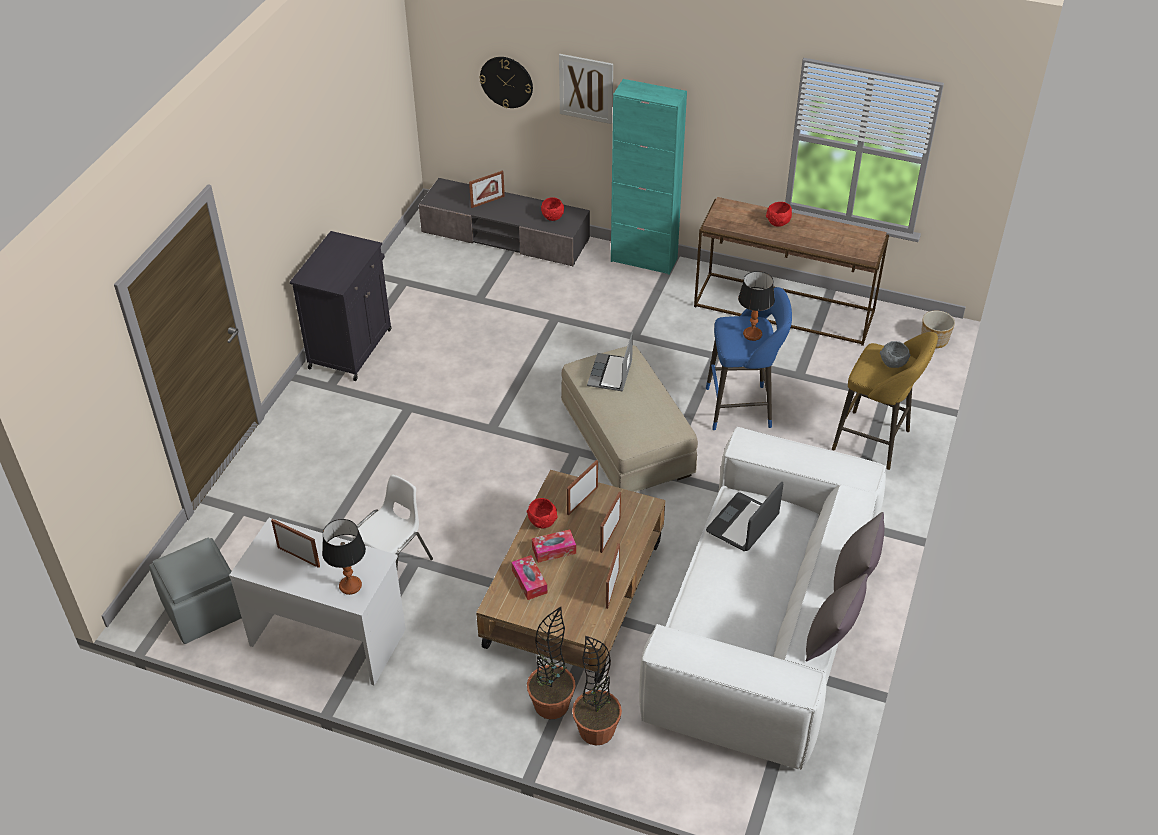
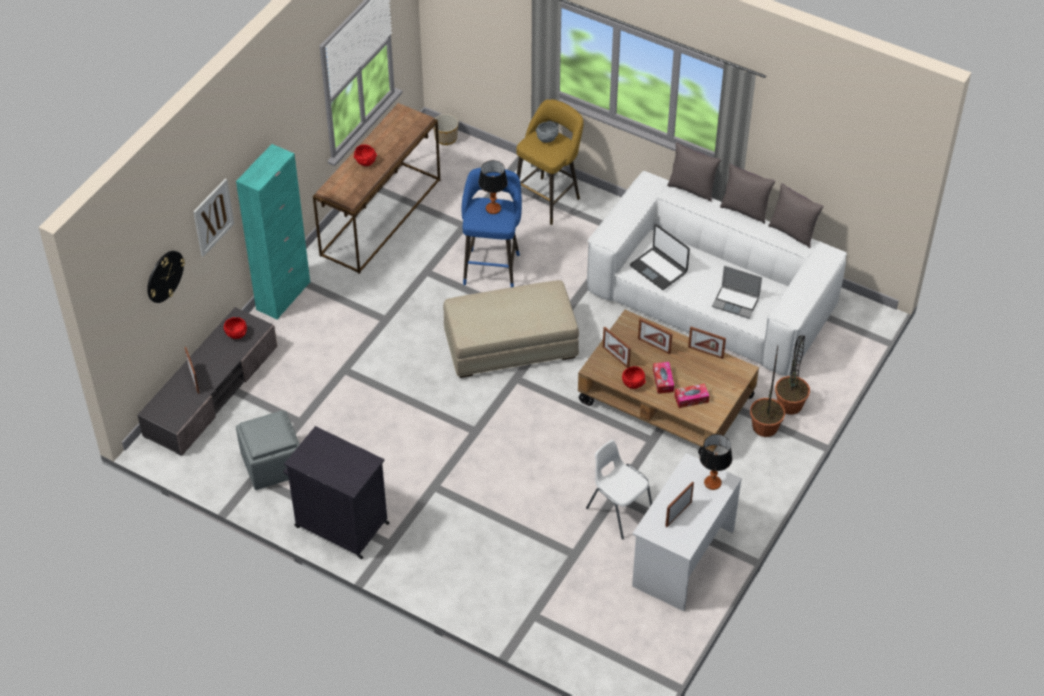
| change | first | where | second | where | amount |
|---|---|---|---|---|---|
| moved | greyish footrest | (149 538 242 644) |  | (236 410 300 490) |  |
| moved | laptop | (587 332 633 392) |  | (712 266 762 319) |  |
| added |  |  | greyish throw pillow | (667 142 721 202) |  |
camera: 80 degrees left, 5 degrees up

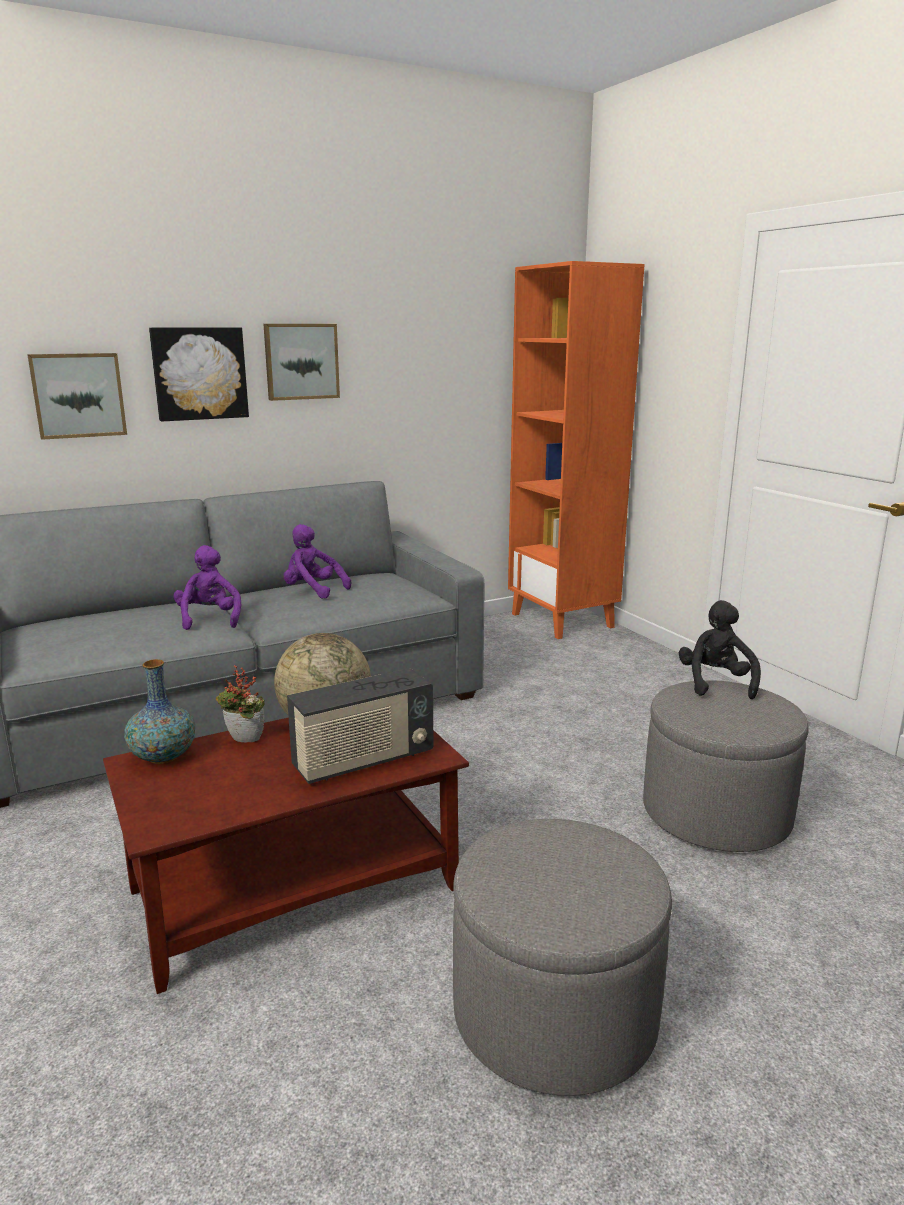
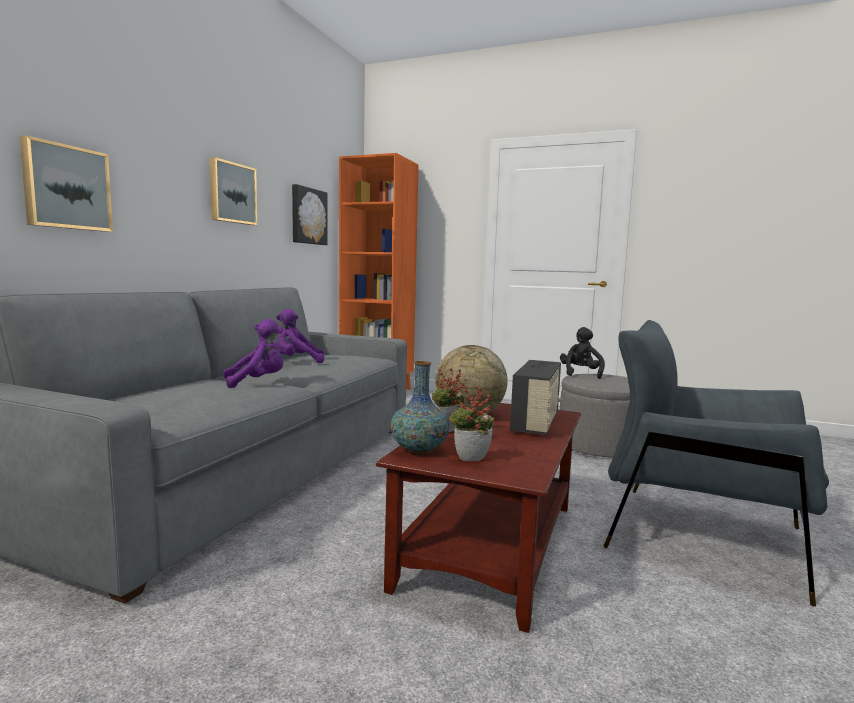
| change | first | where | second | where | amount |
|---|---|---|---|---|---|
| moved | wall art | (149 327 249 421) |  | (292 184 328 245) |  |
| turned | purplish soft toy | (174 545 241 630) |  | (223 319 283 388) | 120 degrees clockwise |
| replaced | greyish footrest | (453 819 672 1096) | greyish armchair | (604 320 829 606) |  |
| turned | black-coloured soft toy | (679 600 761 699) |  | (560 327 605 379) | 45 degrees clockwise |
| added |  |  | houseplant | (449 386 494 461) |  |
camera: 40 degrees left, 10 degrees down

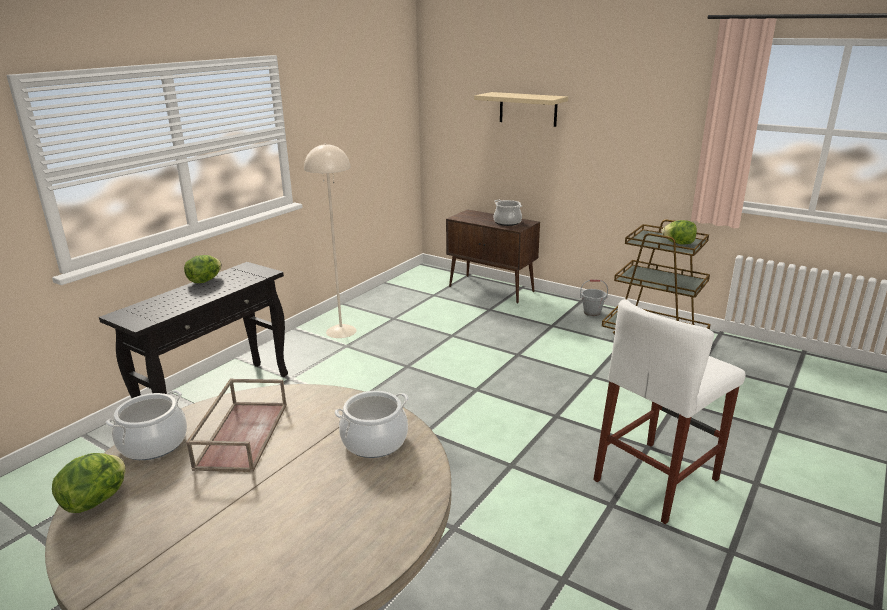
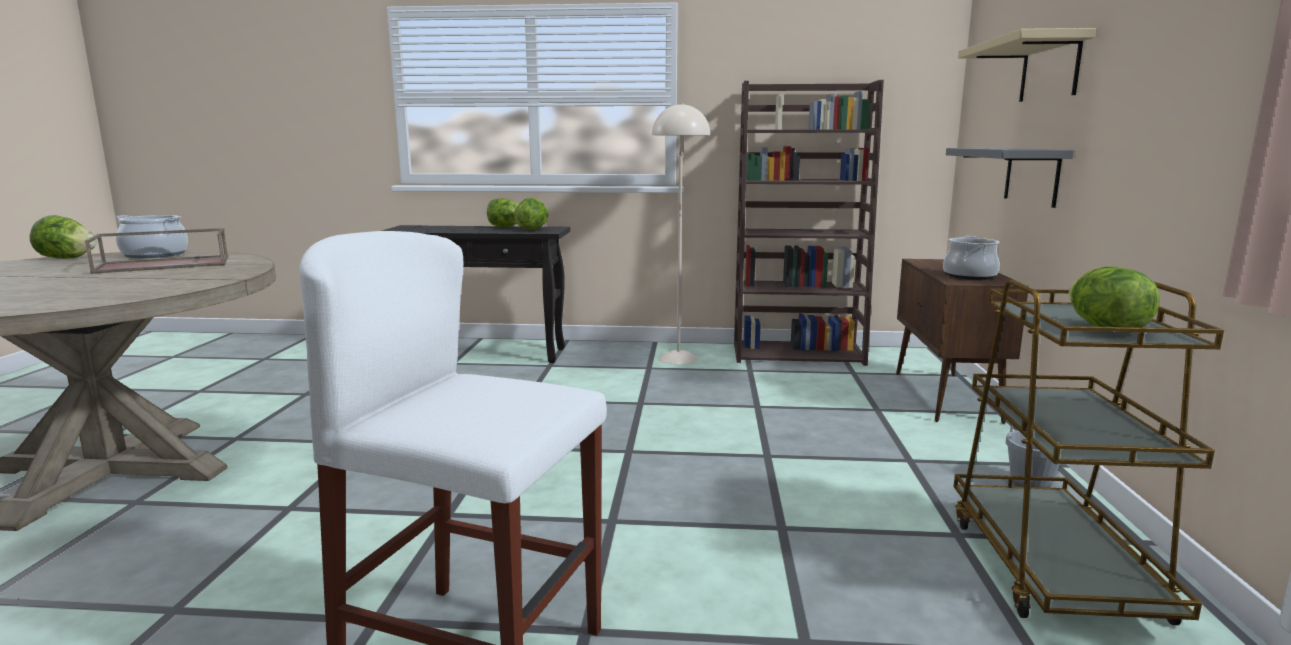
| change | first | where | second | where | amount |
|---|---|---|---|---|---|
| removed | stockpot | (335 391 409 458) |  |  |  |
| added |  |  | lettuce | (514 198 549 230) |  |
| added |  |  | brown-coloured bookshelf | (734 80 884 366) |  |
| added |  |  | greyish wall shelf | (946 148 1074 208) |  |
camera: 60 degrees right, 10 degrees down

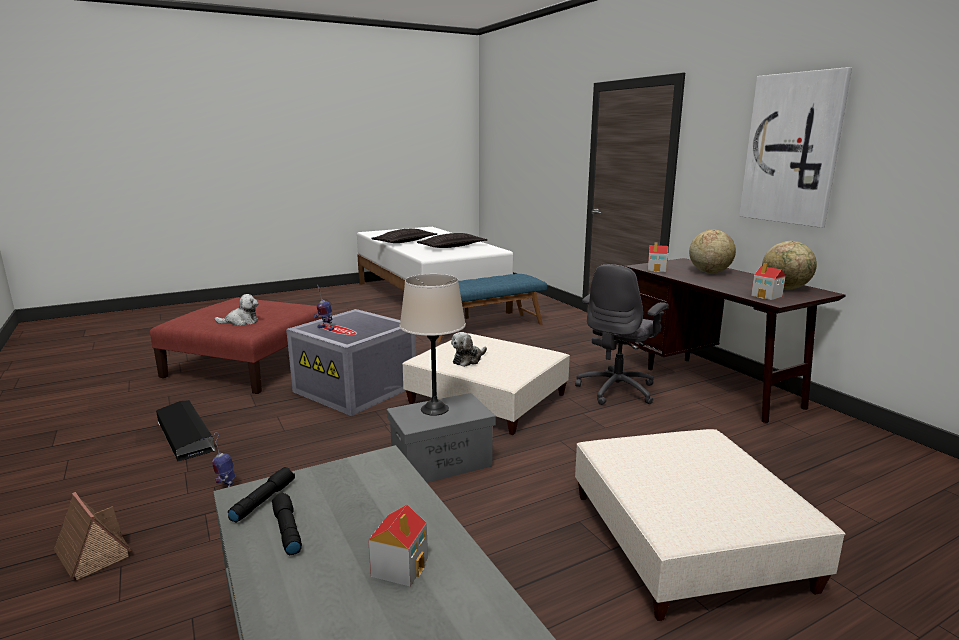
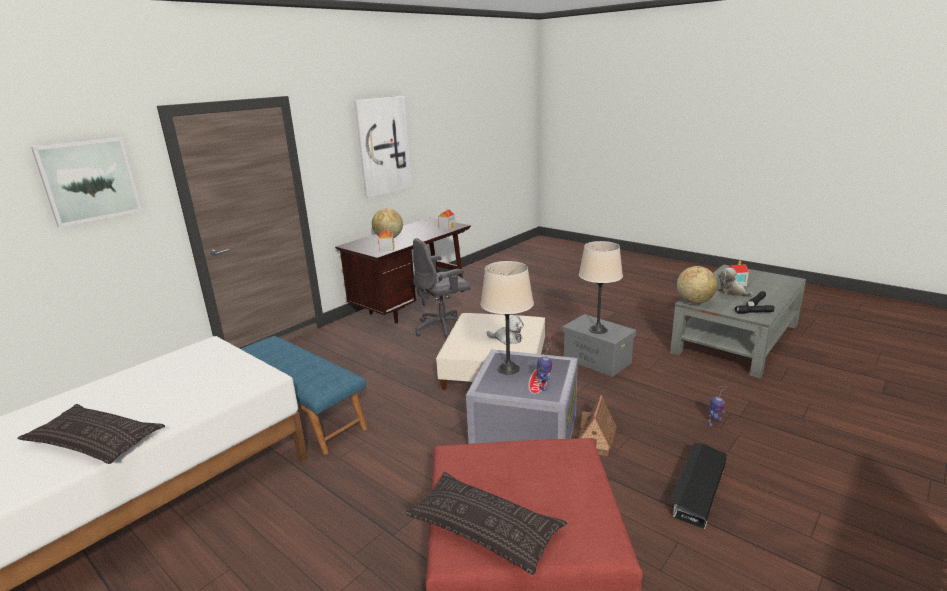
| change | first | where | second | where | amount |
|---|---|---|---|---|---|
| moved | miniature house | (54 492 132 580) |  | (578 395 617 456) |  |
| moved | soft toy | (214 294 259 326) |  | (717 267 753 297) |  |
| moved | throw pillow | (417 233 487 248) |  | (405 472 567 575) |  |
| turned | greyish desk chair | (575 264 669 405) |  | (413 238 470 339) | 135 degrees clockwise |
| removed | beige footrest | (575 429 845 621) |  |  |  |
| moved | world globe | (762 241 817 290) |  | (677 266 717 304) |  |
| added |  |  | wall art | (31 137 142 227) |  |
| added |  |  | beige tabletop lamp | (480 261 534 375) |  |
camera: 110 degrees left, 5 degrees up

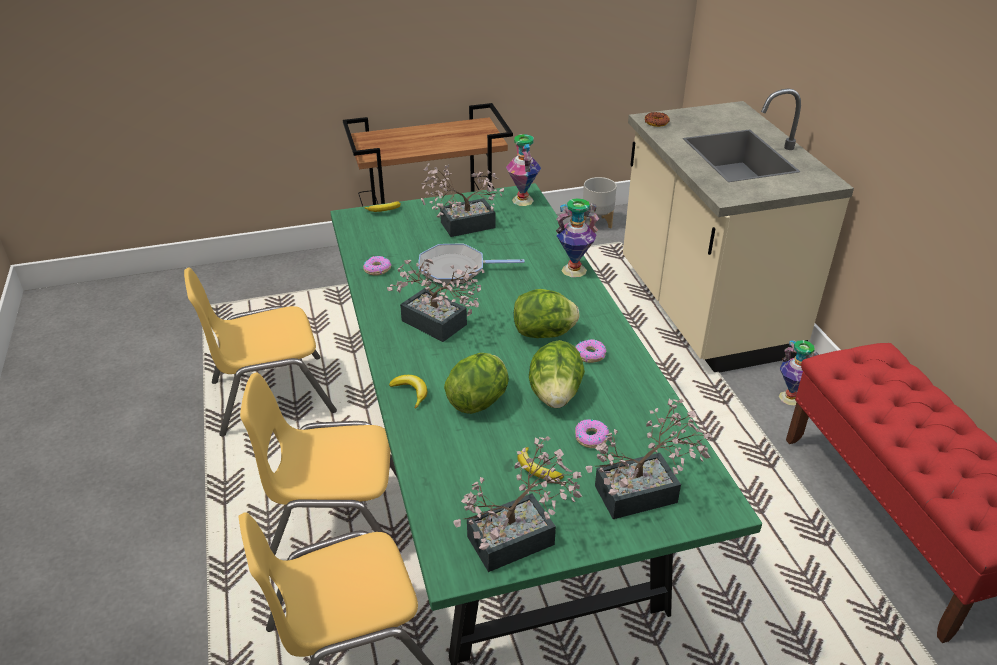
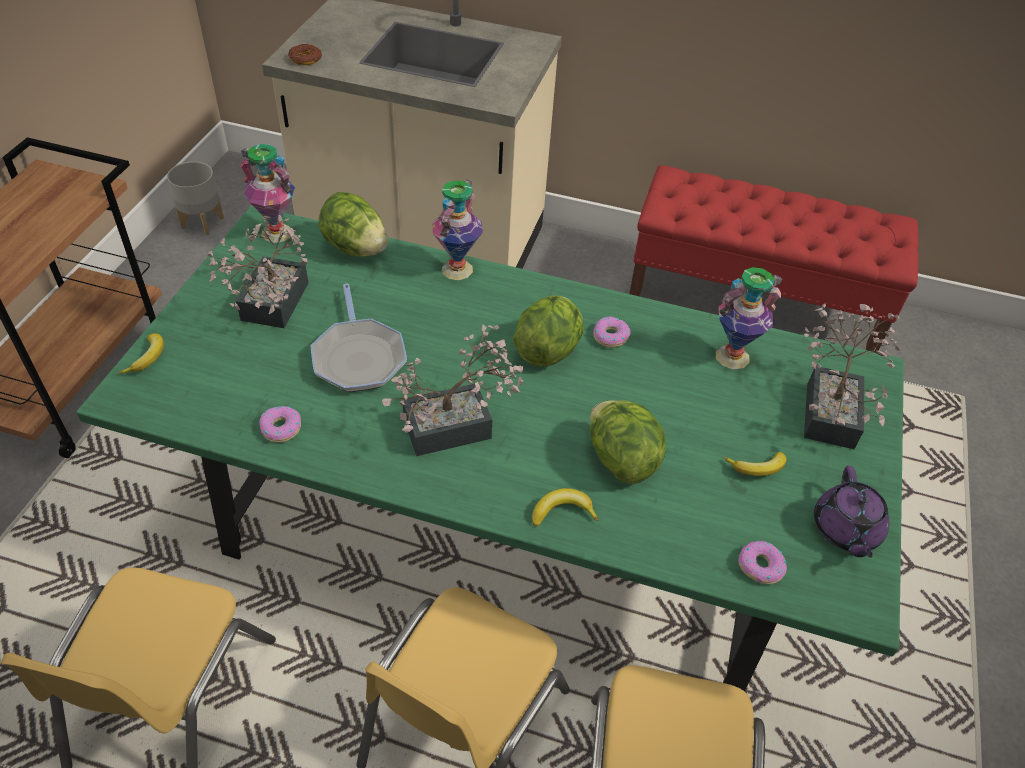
| change | first | where | second | where | amount |
|---|---|---|---|---|---|
| turned | pan | (418 244 524 284) |  | (310 284 407 392) | 45 degrees counterclockwise |
| replaced | houseplant | (453 436 582 572) | purplish teapot | (814 466 889 558) |  |
| moved | lettuce | (529 340 585 408) |  | (318 192 388 257) |  |
| moved | ring doughnut | (575 419 609 448) |  | (738 541 787 584) |  |
| moved | flower vase | (779 340 819 406) |  | (716 267 782 369) |  |
camera: 60 degrees left, 10 degrees up

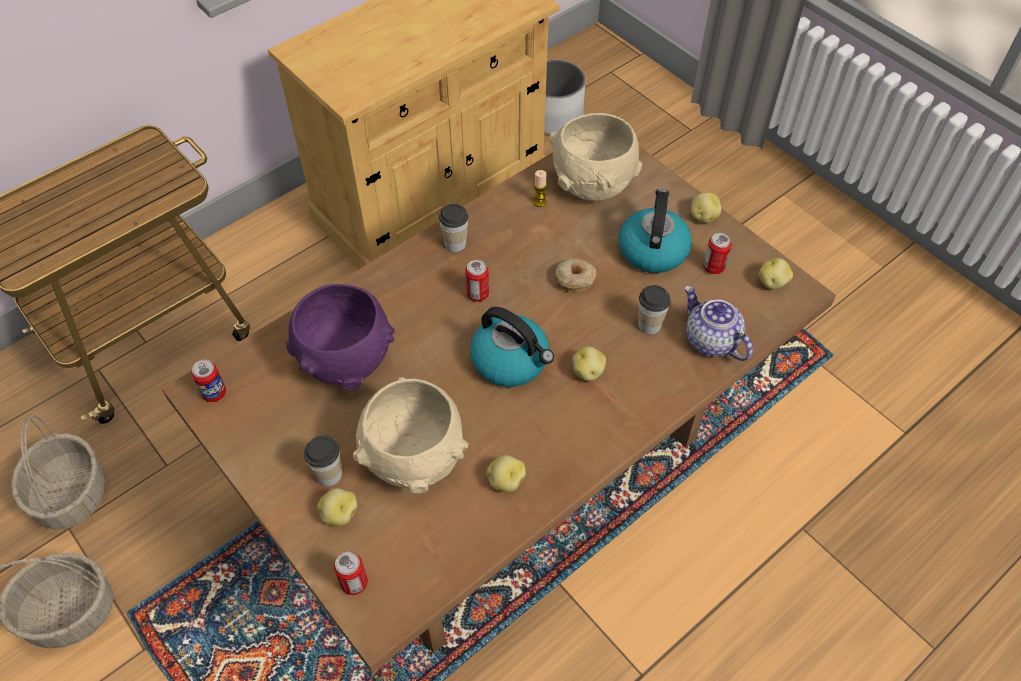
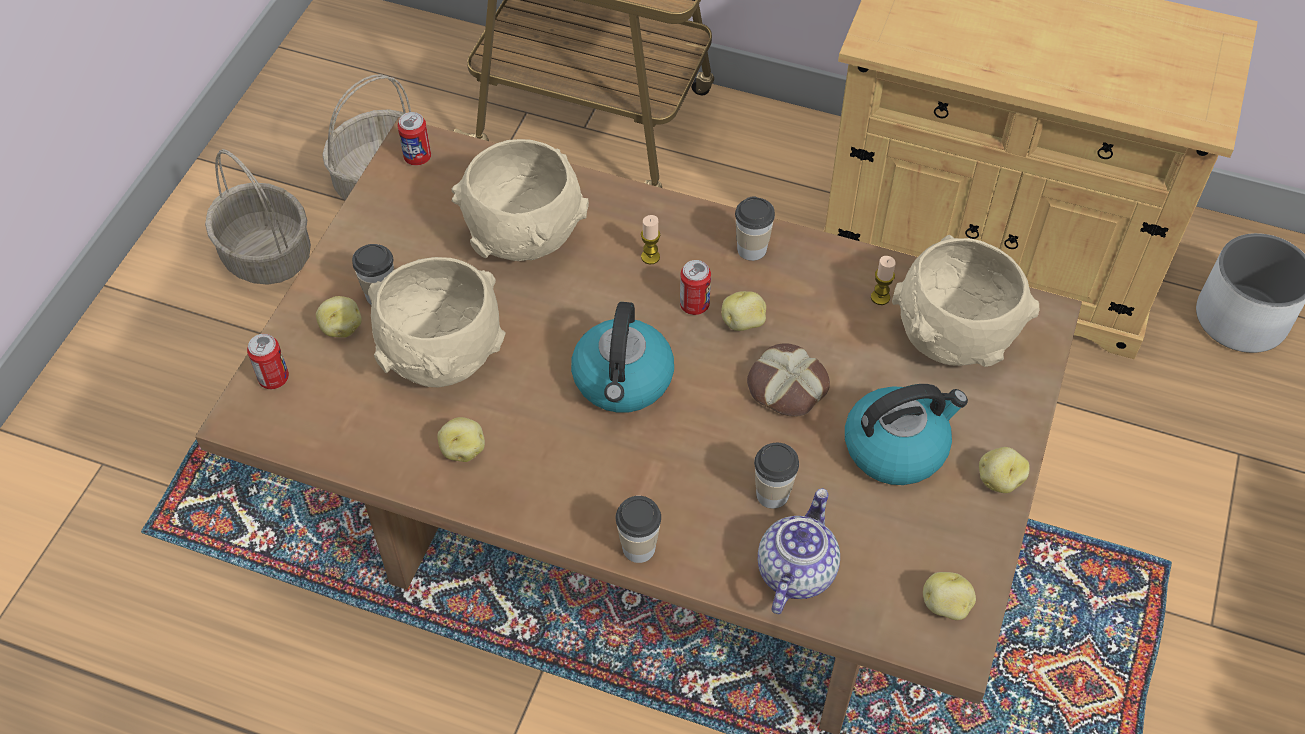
| change | first | where | second | where | amount |
|---|---|---|---|---|---|
| recoloured | purplish serving bowl | (286 284 395 390) | beige serving bowl | (452 139 589 261) |  |
| replaced | ring doughnut | (554 258 596 293) | bakery bread | (747 343 830 417) |  |
| moved | whole potato | (572 346 606 381) |  | (721 291 766 331) |  |
| removed | sealed can | (703 233 732 274) |  |  |  |
| added |  |  | small cup | (616 496 661 563) |  |
| added |  |  | candle | (641 215 660 264) |  |
camera: 60 degrees right, 0 degrees up

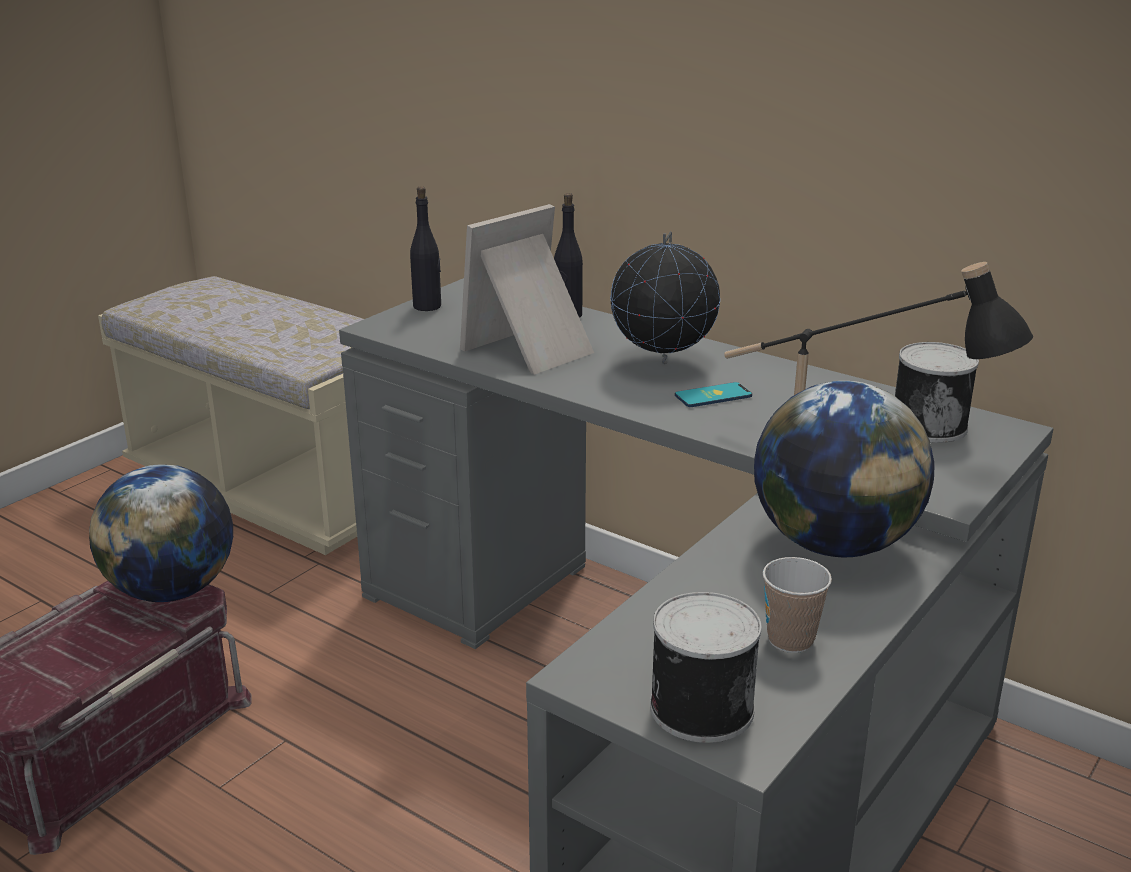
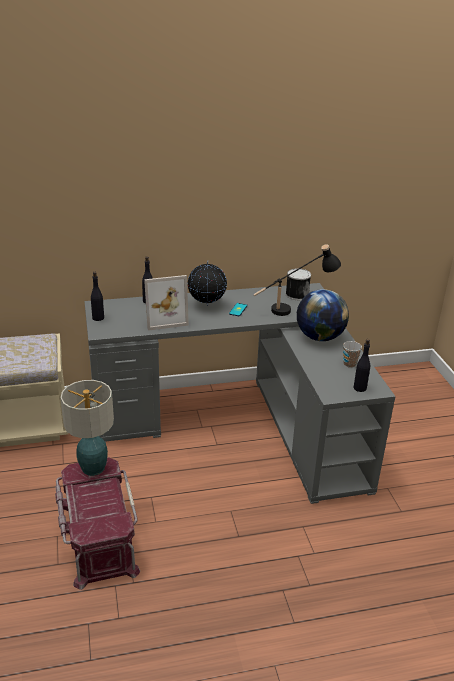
| change | first | where | second | where | amount |
|---|---|---|---|---|---|
| replaced | world globe | (89 464 233 602) | tabletop lamp | (60 380 114 476) |  |
| turned | photo frame | (460 204 594 375) |  | (144 275 189 331) | 105 degrees counterclockwise |
| replaced | sealed can | (650 592 762 743) | black-coloured beverage bottle | (353 339 370 392) |  |
camera: 50 degrees left, 5 degrees up

